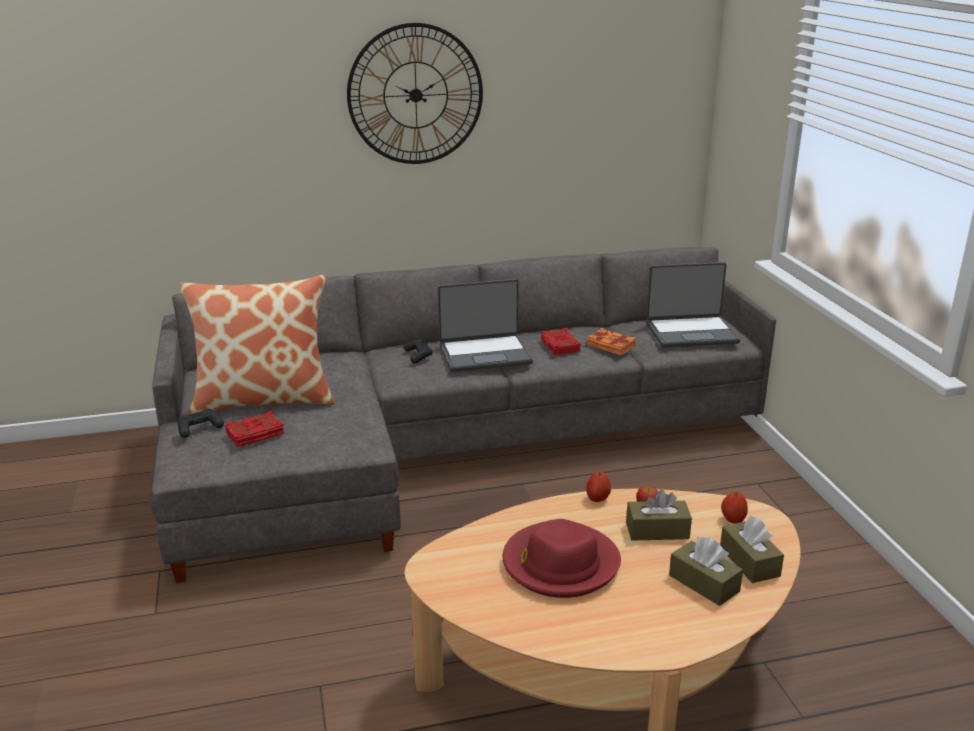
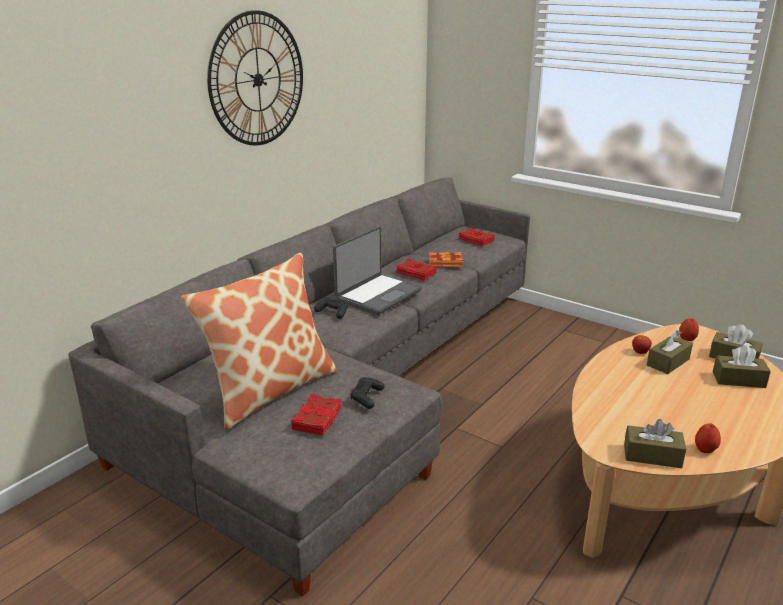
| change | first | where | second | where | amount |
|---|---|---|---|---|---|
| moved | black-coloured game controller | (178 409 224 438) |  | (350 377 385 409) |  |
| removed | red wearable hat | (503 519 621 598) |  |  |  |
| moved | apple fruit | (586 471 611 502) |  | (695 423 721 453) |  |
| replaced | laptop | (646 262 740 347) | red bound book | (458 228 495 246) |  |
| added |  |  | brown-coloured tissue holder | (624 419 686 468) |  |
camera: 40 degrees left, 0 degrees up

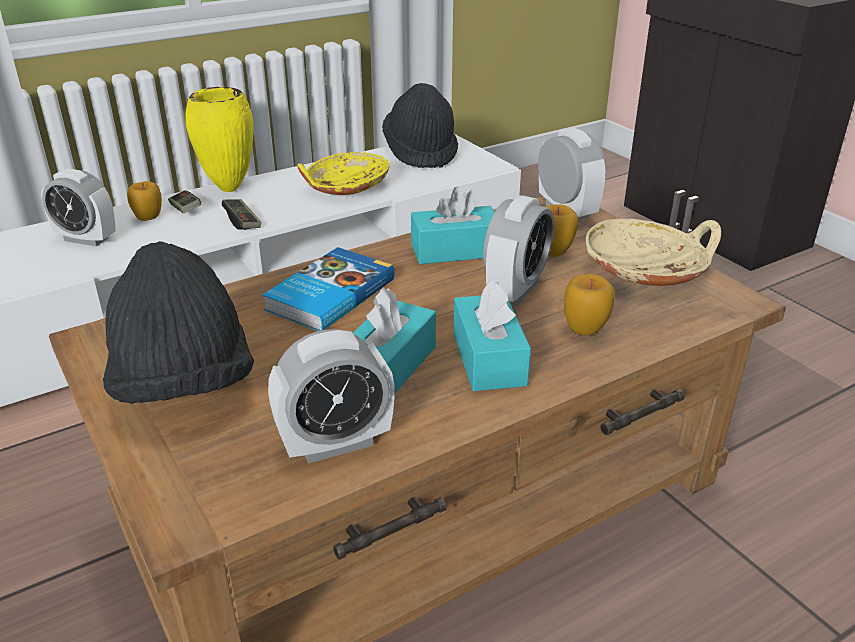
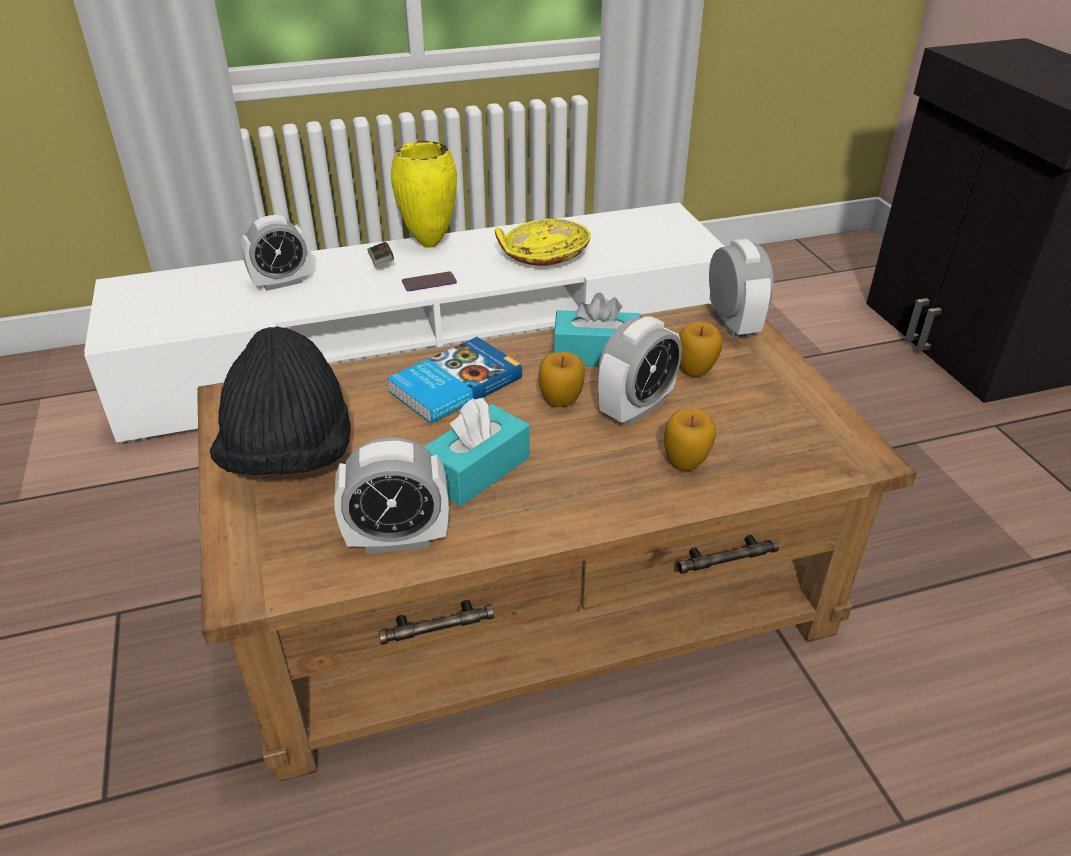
| change | first | where | second | where | amount |
|---|---|---|---|---|---|
| turned | bedside clock | (41 169 116 246) |  | (241 215 311 291) | 60 degrees counterclockwise |
| moved | apple fruit | (127 181 162 221) |  | (539 352 585 407) |  |
| replaced | game controller | (222 199 261 230) | telephone | (402 271 457 291) |  |
| removed | black-coloured wearable hat | (382 83 458 168) |  |  |  |
| removed | turquoise tissue holder | (453 280 531 391) |  |  |  |
| removed | beige serving bowl | (585 219 721 286) |  |  |  |
camera: 15 degrees right, 5 degrees up

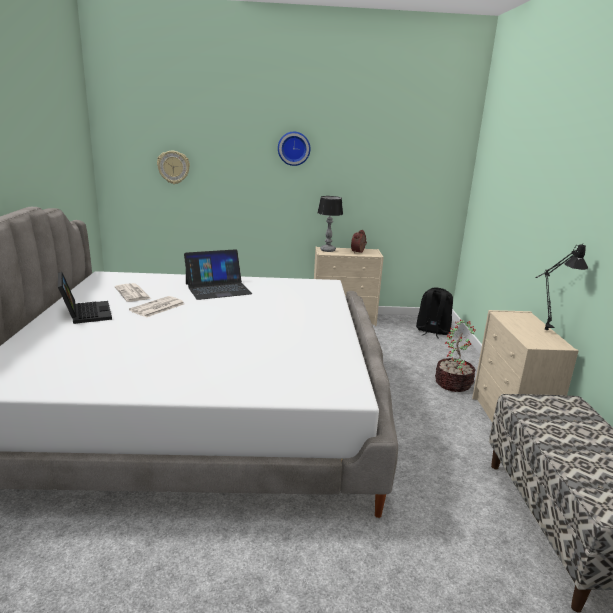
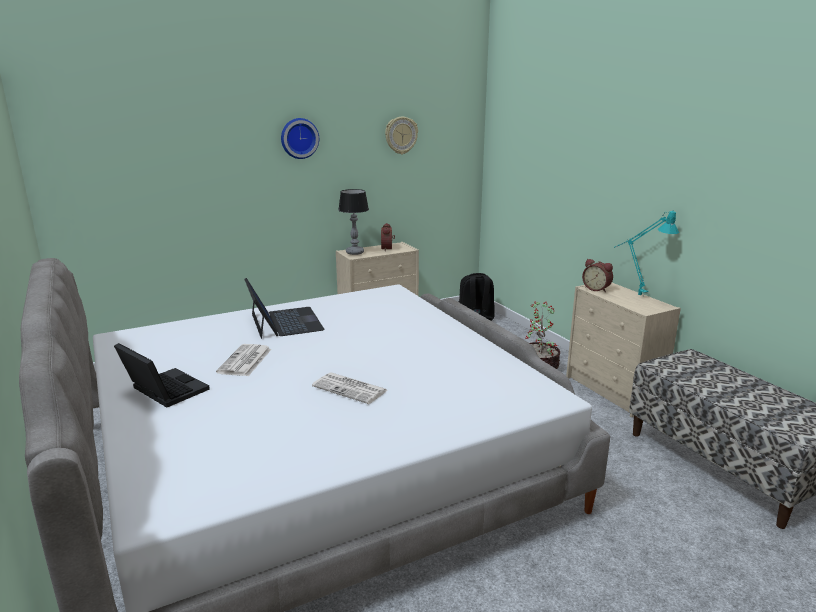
| change | first | where | second | where | amount |
|---|---|---|---|---|---|
| moved | printed paper | (115 283 151 302) |  | (312 373 388 404) |  |
| moved | hanging clock | (157 151 190 184) |  | (385 117 418 154) |  |
| turned | laptop | (184 249 253 300) |  | (244 278 325 339) | 60 degrees counterclockwise |
| recoloured | black-coloured tabletop lamp | (535 243 588 330) | turquoise tabletop lamp | (614 211 679 297) |  |
| added |  |  | bedside clock | (582 259 613 292) |  |
camera: 25 degrees left, 0 degrees up

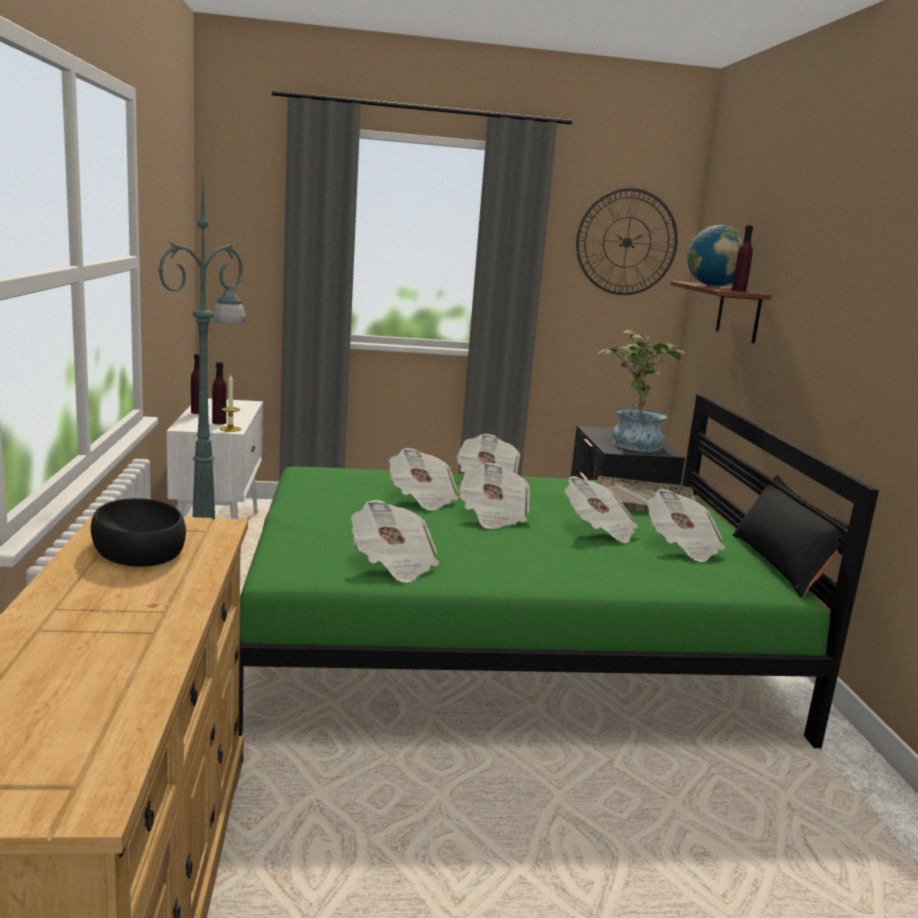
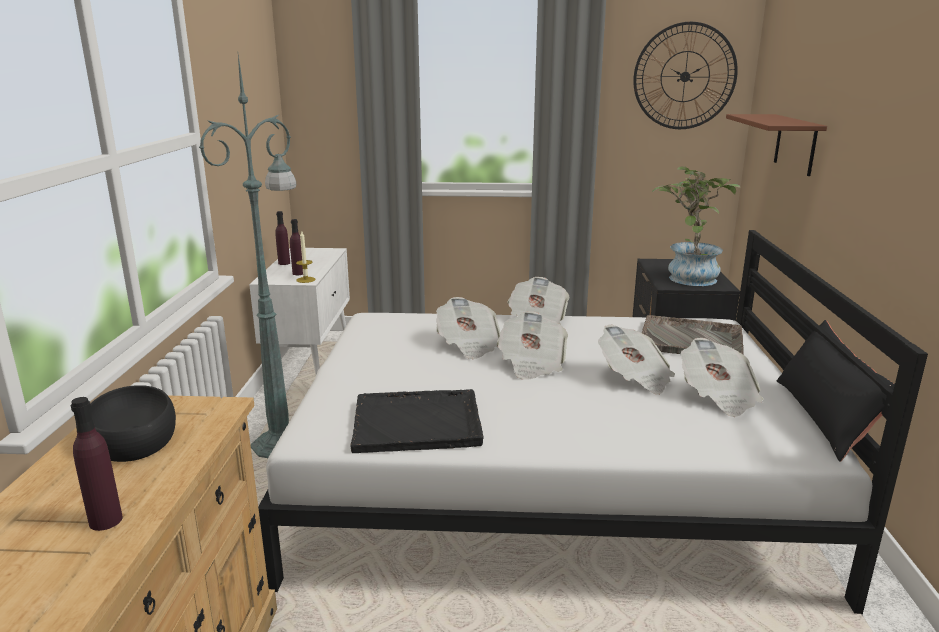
| change | first | where | second | where | amount |
|---|---|---|---|---|---|
| recoloured | greenish bed | (239 394 879 749) | white bed | (258 230 928 615) |  |
| replaced | printed paper | (351 500 439 583) | black-coloured tray | (350 389 484 453) |  |
| removed | world globe | (687 225 744 287) |  |  |  |
| moved | purplish beverage bottle | (731 225 753 292) |  | (71 397 123 531) |  |
camera: 10 degrees right, 5 degrees up

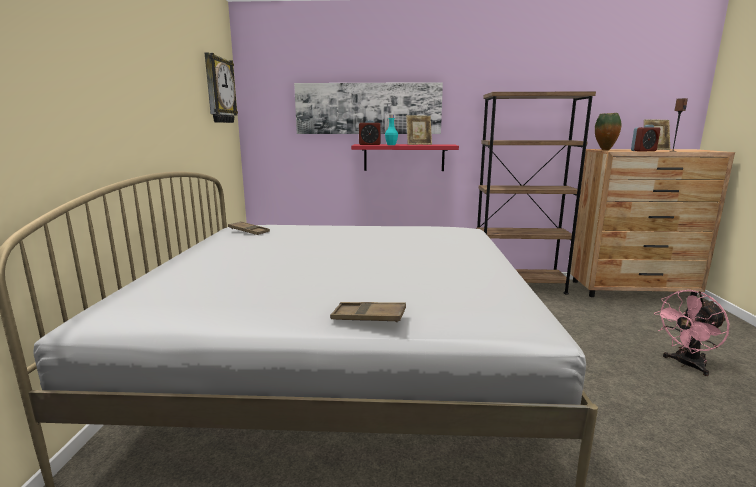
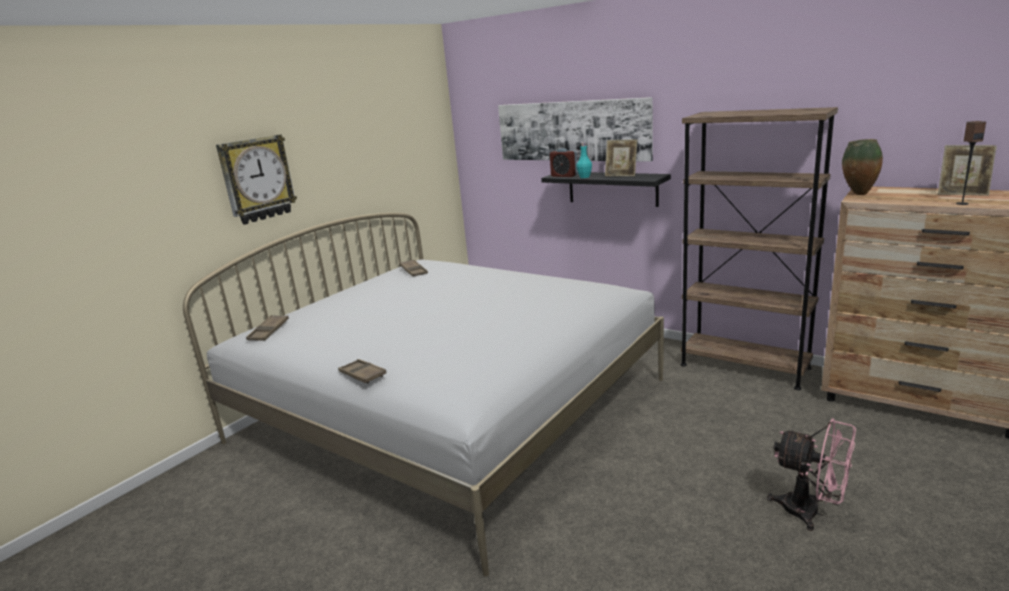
| change | first | where | second | where | amount |
|---|---|---|---|---|---|
| moved | hanging clock | (205 52 238 123) |  | (216 135 297 225) |  |
| recoloured | red wall shelf | (351 144 459 171) | black-coloured wall shelf | (541 172 671 207) |  |
| removed | bedside clock | (631 125 660 152) |  |  |  |
| turned | pink-coloured cooling fan | (654 290 730 376) |  | (767 418 856 531) | 150 degrees counterclockwise |
| added |  |  | brown-coloured tray | (246 315 289 341) |  |
camera: 35 degrees right, 5 degrees up

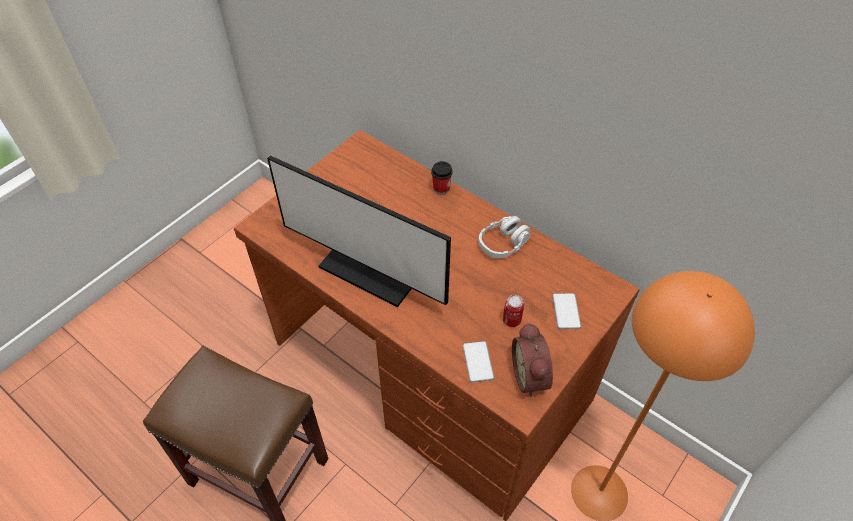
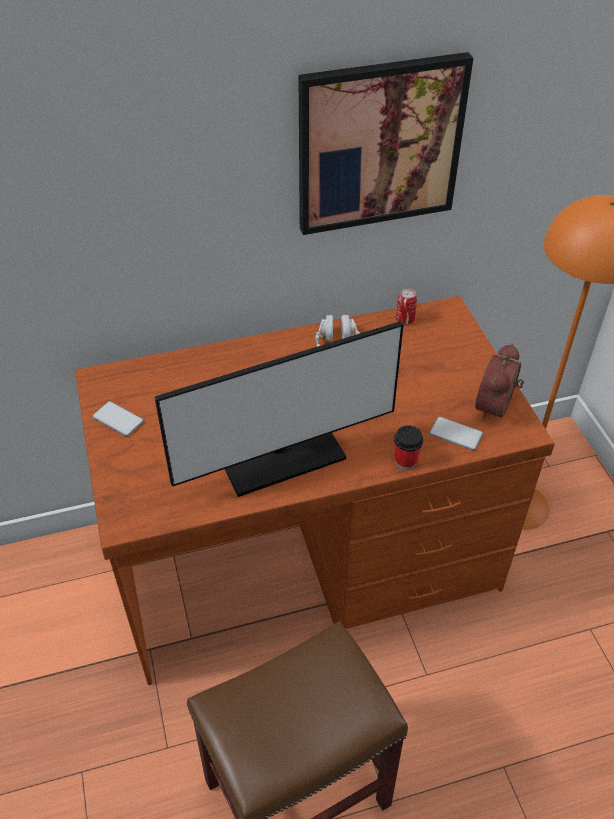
| change | first | where | second | where | amount |
|---|---|---|---|---|---|
| moved | small cup | (431 161 453 195) |  | (394 425 423 470) |  |
| moved | sealed can | (503 295 524 327) |  | (396 288 417 324) |  |
| turned | bedside clock | (512 322 553 397) |  | (475 343 524 420) | 90 degrees clockwise |
| moved | telephone | (552 293 581 329) |  | (92 401 144 436) |  |
| added |  |  | wall art | (299 52 473 235) |  |
camera: 55 degrees left, 5 degrees down

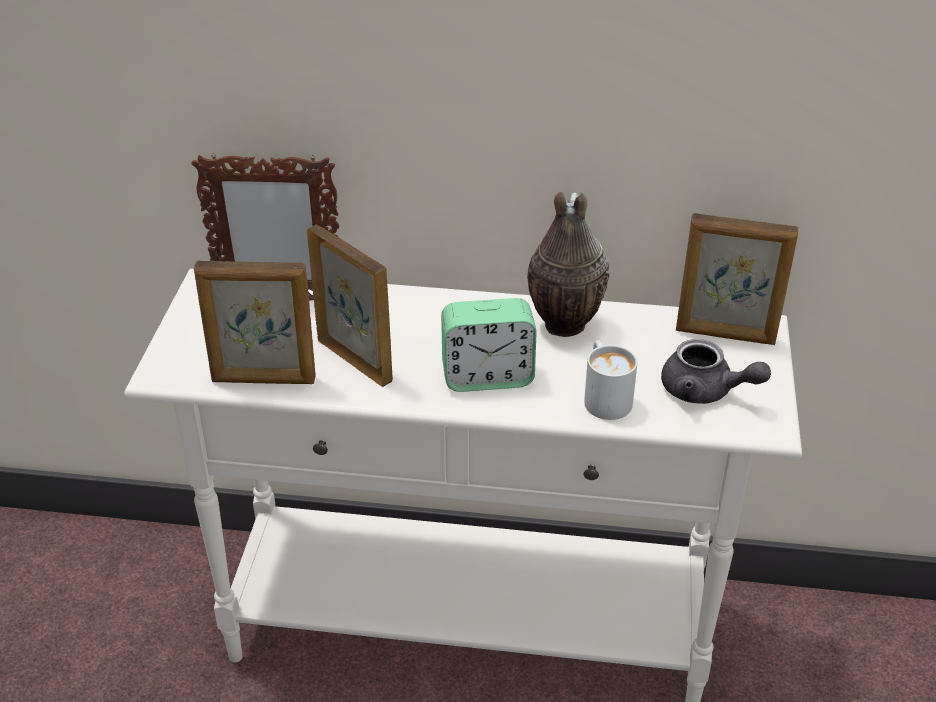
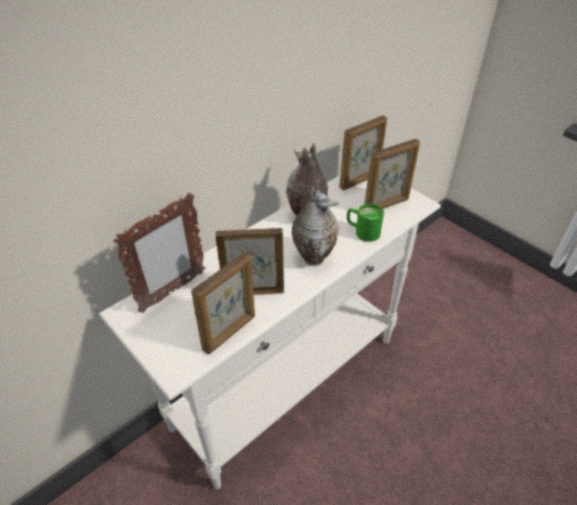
| change | first | where | second | where | amount |
|---|---|---|---|---|---|
| replaced | bedside clock | (441 298 537 392) | flower vase | (292 180 339 266) |  |
| recoloured | white tea mug | (584 340 637 420) | greenish tea mug | (347 204 384 242) |  |
| replaced | greyish teapot | (661 339 771 404) | photo frame | (365 139 420 209) |  |
camera: 50 degrees left, 5 degrees up

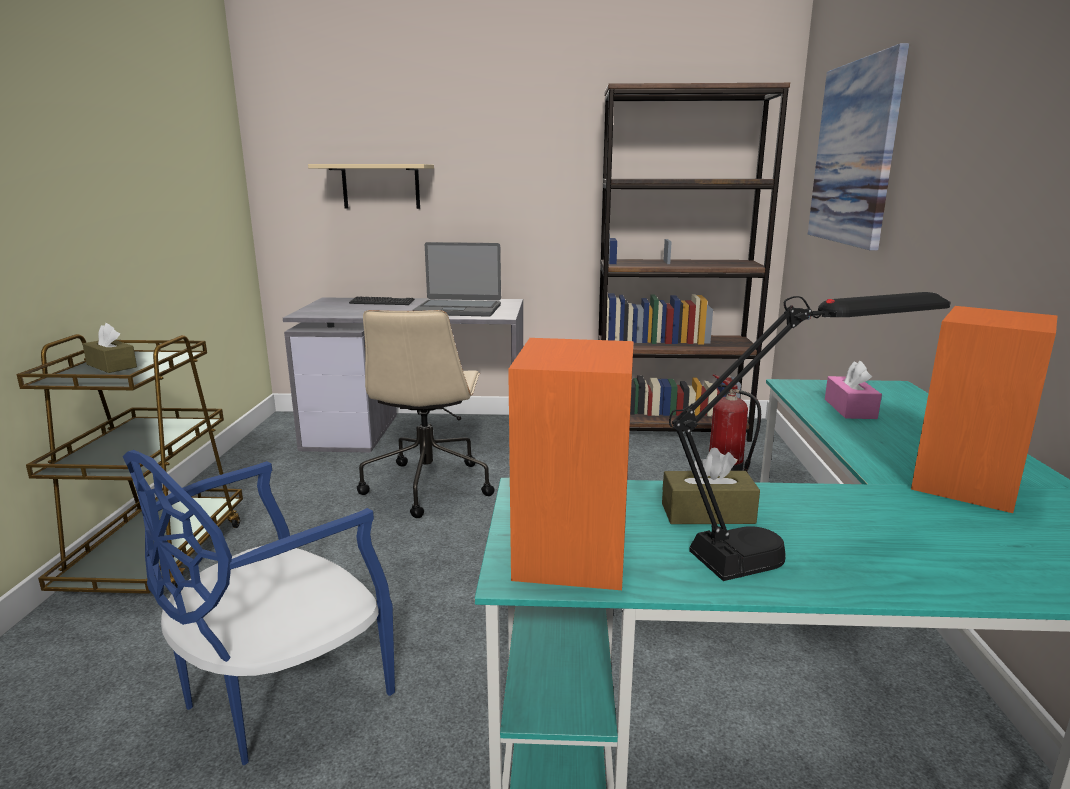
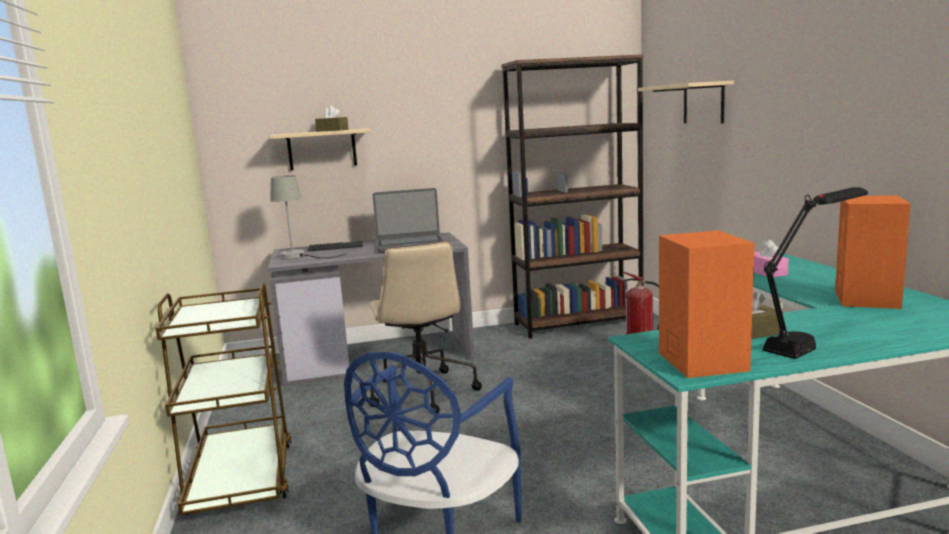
| change | first | where | second | where | amount |
|---|---|---|---|---|---|
| moved | brown-coloured tissue holder | (83 323 137 373) |  | (315 105 349 132) |  |
| replaced | wall art | (808 43 909 251) | beige wall shelf | (638 81 734 124) |  |
| added |  |  | greyish tabletop lamp | (270 175 347 259) |  |
camera: 15 degrees left, 5 degrees down

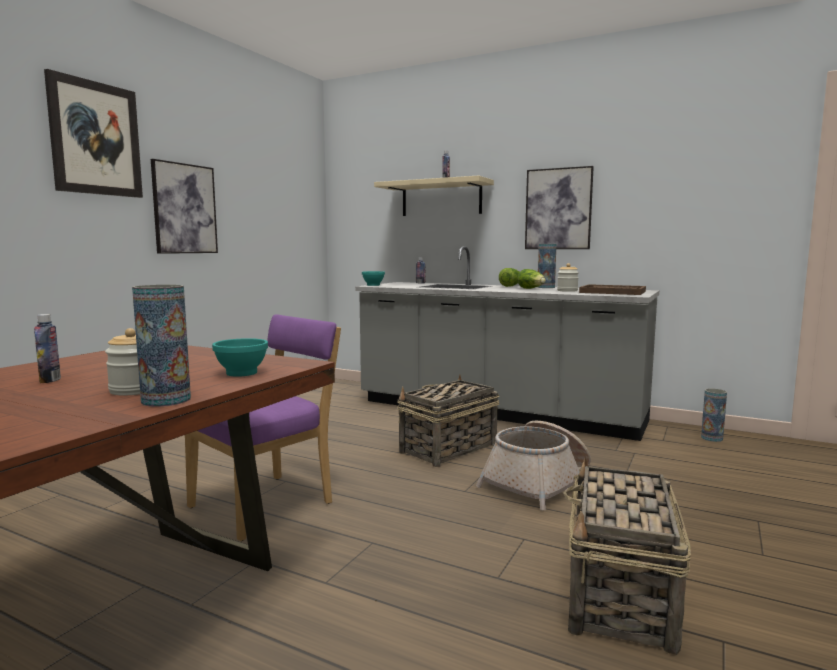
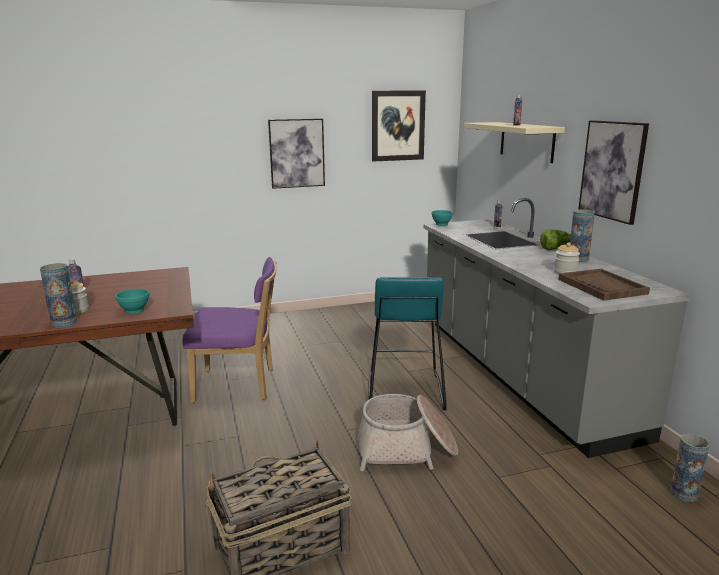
| change | first | where | second | where | amount |
|---|---|---|---|---|---|
| moved | wall art | (44 69 143 198) |  | (372 90 426 162) |  |
| replaced | storage basket | (397 375 499 467) | turquoise stool | (368 277 447 410) |  |
| removed | lettuce | (518 269 546 289) |  |  |  |
camera: 45 degrees right, 10 degrees up

